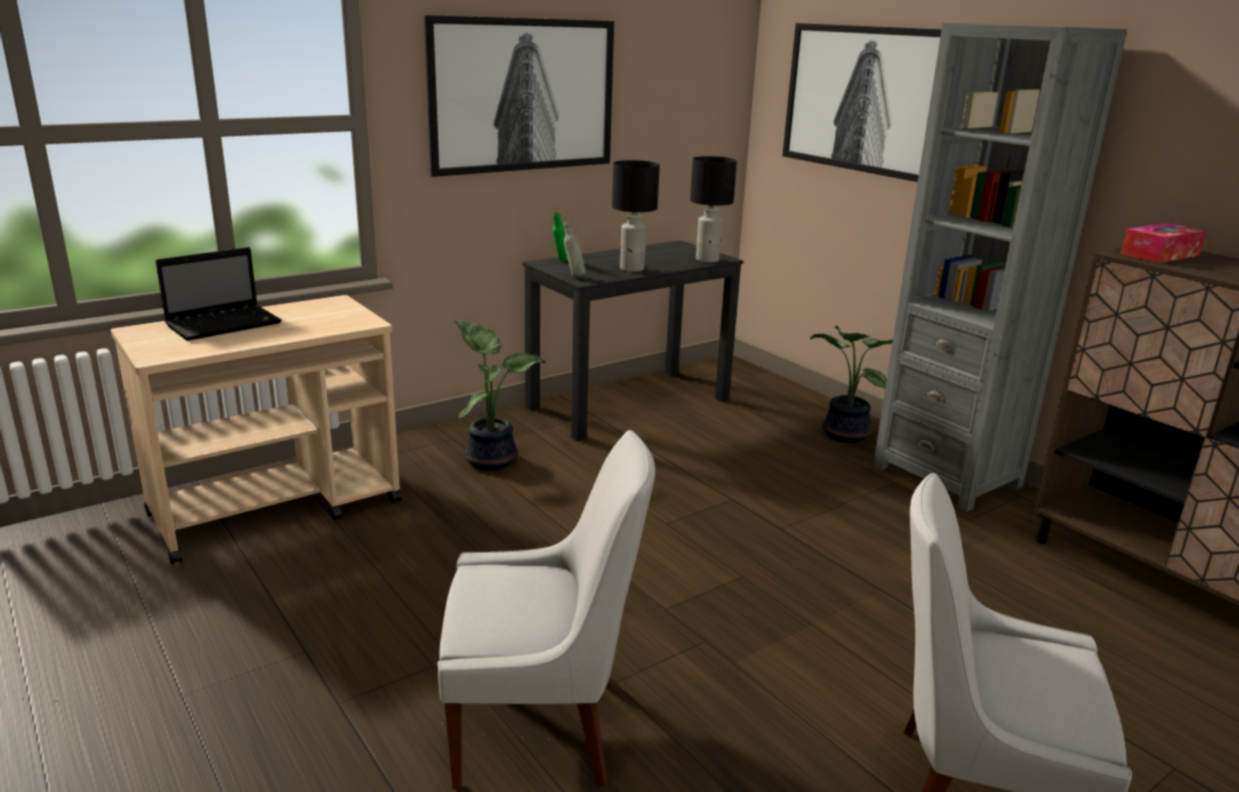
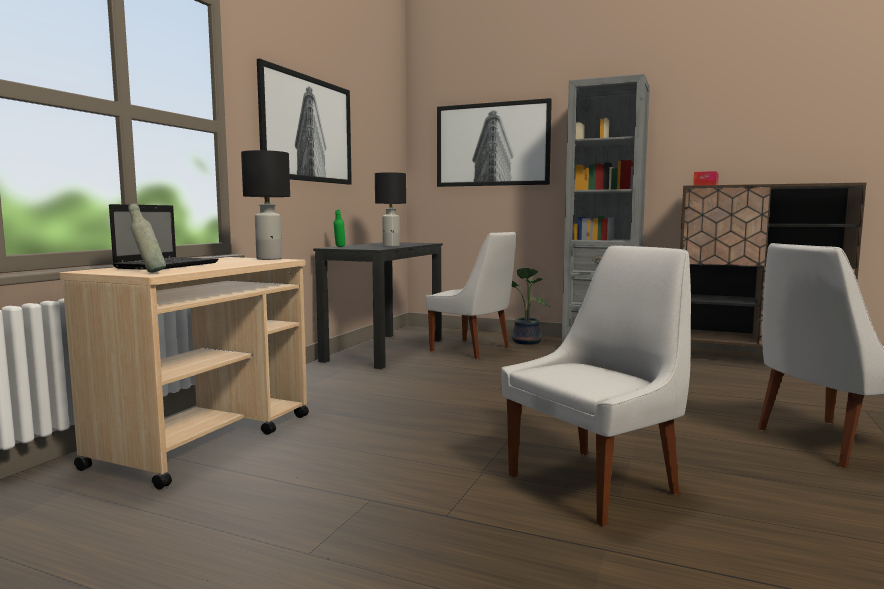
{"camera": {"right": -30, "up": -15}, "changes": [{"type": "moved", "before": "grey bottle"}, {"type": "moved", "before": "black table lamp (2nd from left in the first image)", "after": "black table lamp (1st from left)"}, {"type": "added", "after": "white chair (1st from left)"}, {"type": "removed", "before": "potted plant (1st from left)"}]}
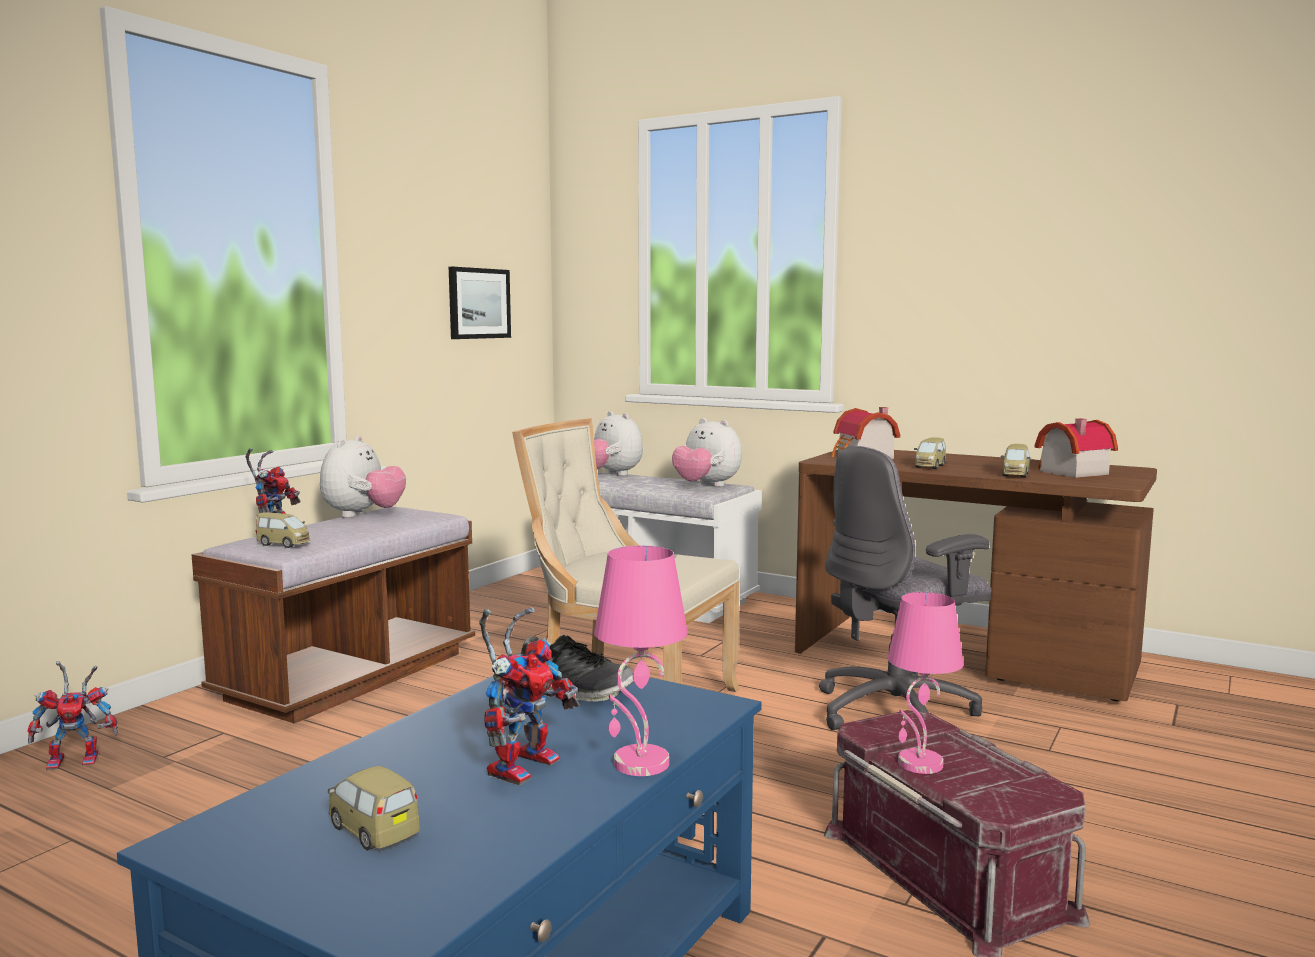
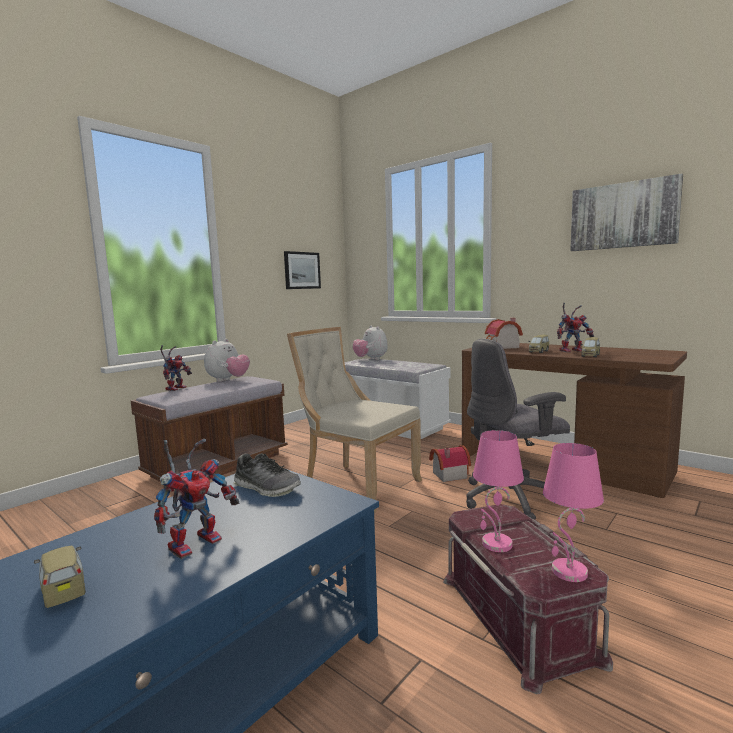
{"camera": {"right": 10, "up": 0}, "changes": [{"type": "moved", "before": "toy house (2nd from left in the first image)", "after": "toy house (1st from left)"}, {"type": "moved", "before": "pink table lamp (1st from left in the first image)", "after": "pink table lamp (2nd from left)"}, {"type": "moved", "before": "toy robot (1st from left in the first image)", "after": "toy robot (3rd from left)"}, {"type": "added", "after": "picture (2nd from left)"}, {"type": "removed", "before": "toy car (1st from left)"}, {"type": "removed", "before": "plush toy (3rd from left)"}]}
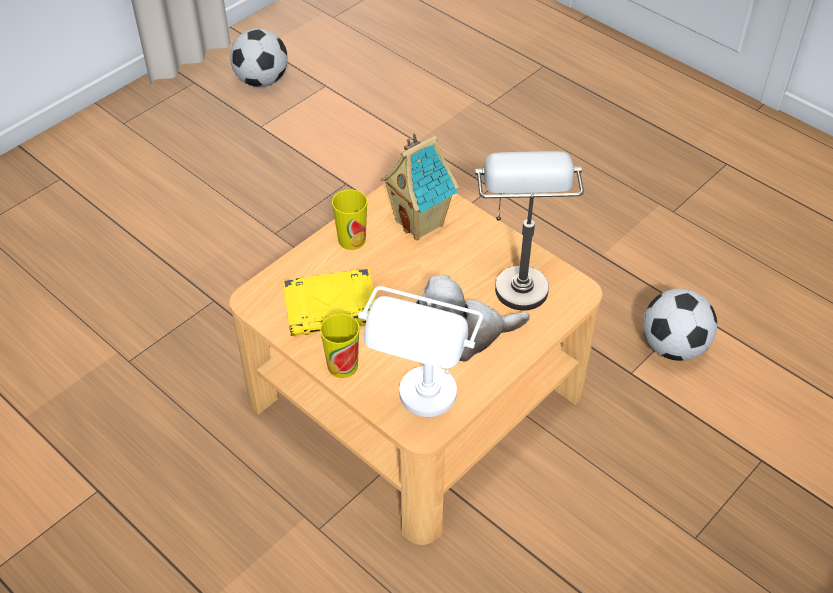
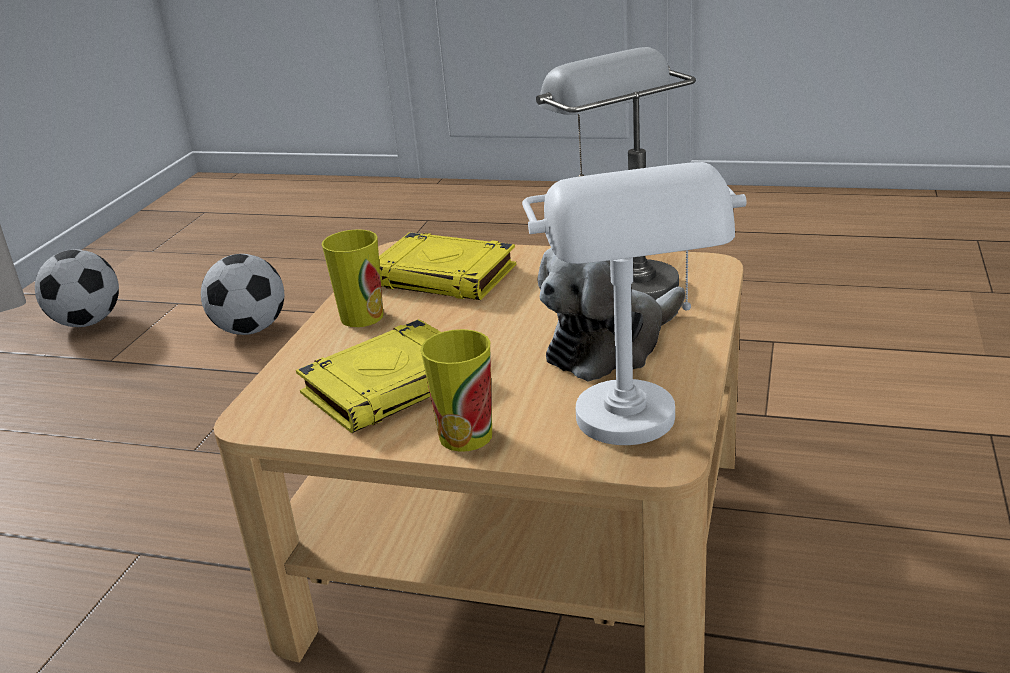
{"camera": {"right": -25, "up": -20}, "changes": [{"type": "moved", "before": "football (2nd from left)"}, {"type": "replaced", "before": "toy house", "after": "yellow book (2nd from left)"}]}
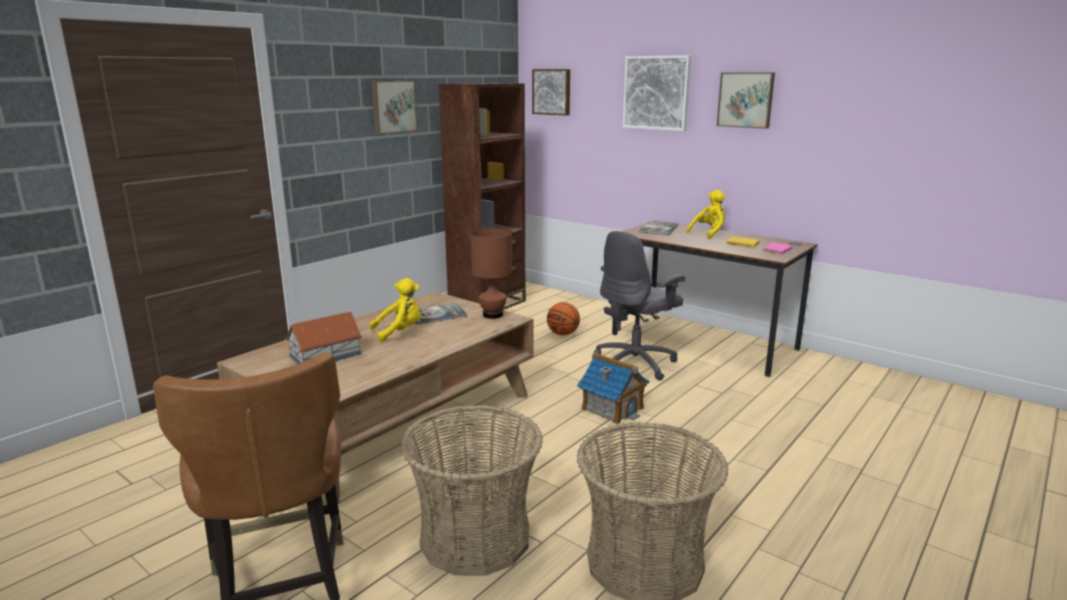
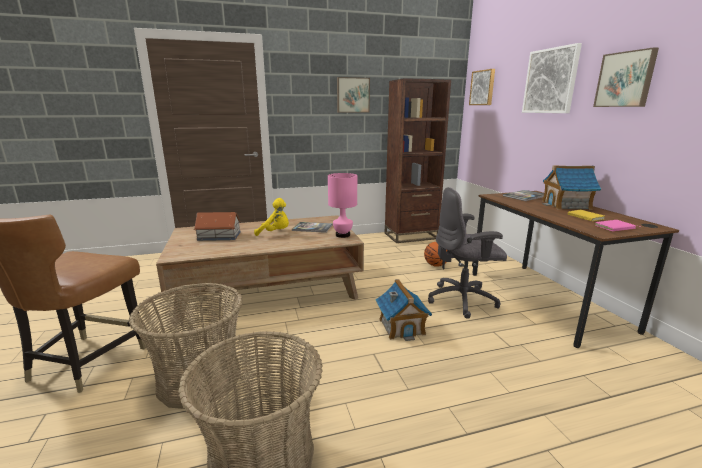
{"camera": {"right": 35, "up": 0}, "changes": [{"type": "recoloured", "before": "brown table lamp", "after": "pink table lamp"}, {"type": "replaced", "before": "yellow plush toy (2nd from left)", "after": "toy house (3rd from left)"}]}
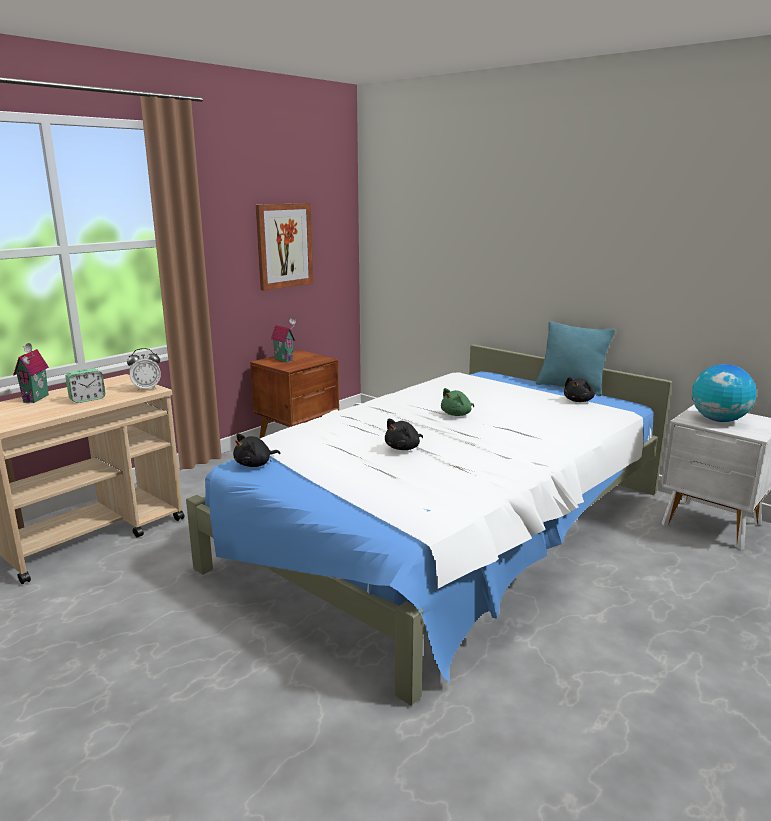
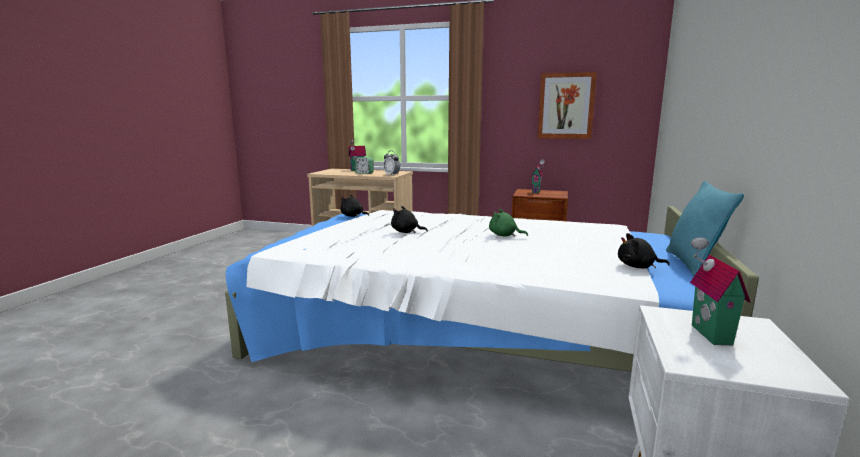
{"camera": {"right": 65, "up": -5}, "changes": [{"type": "replaced", "before": "globe", "after": "toy house (3rd from left)"}]}
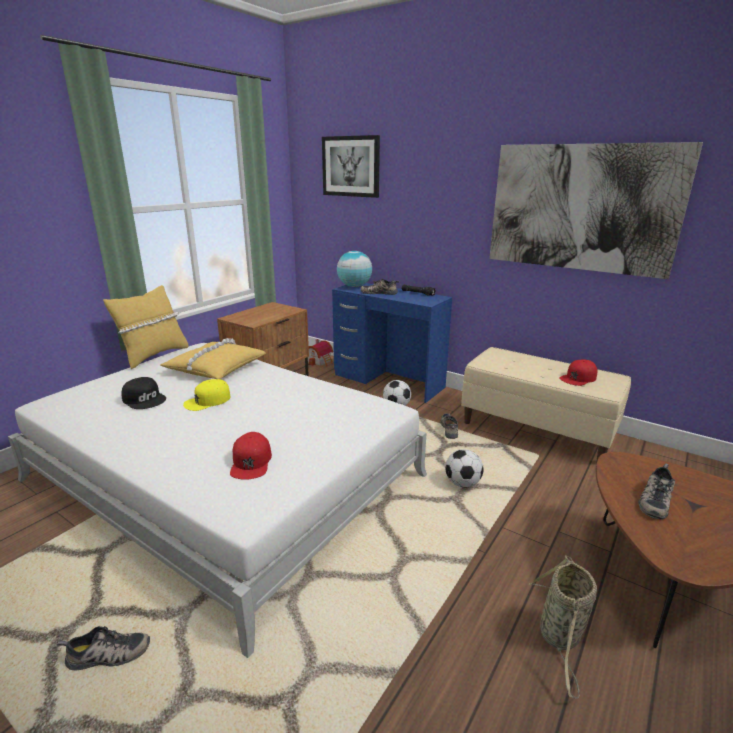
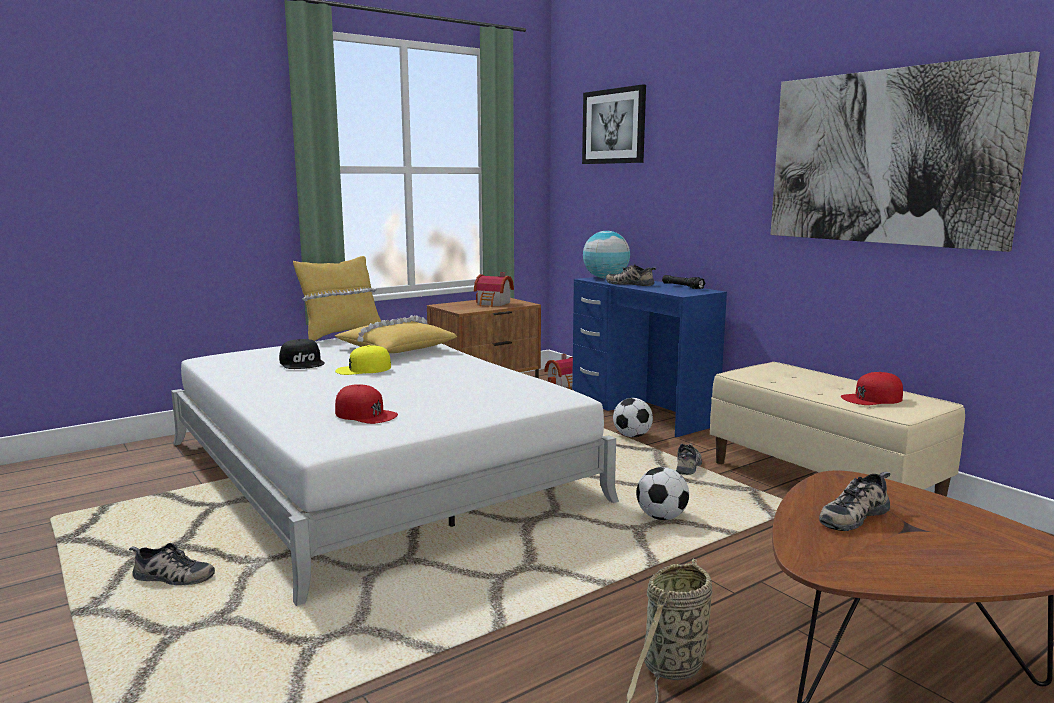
{"camera": {"right": 20, "up": -10}, "changes": [{"type": "turned", "before": "red cap (1st from left)", "turn": -75}, {"type": "added", "after": "toy house (1st from left)"}]}
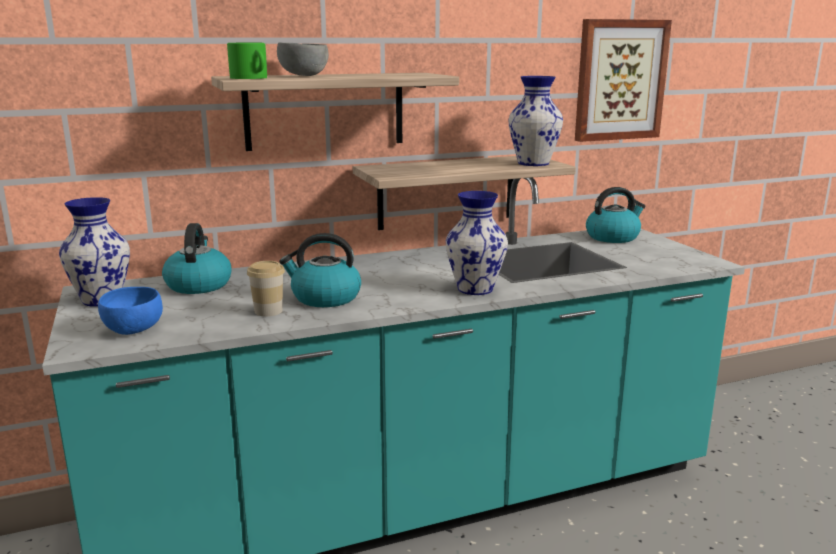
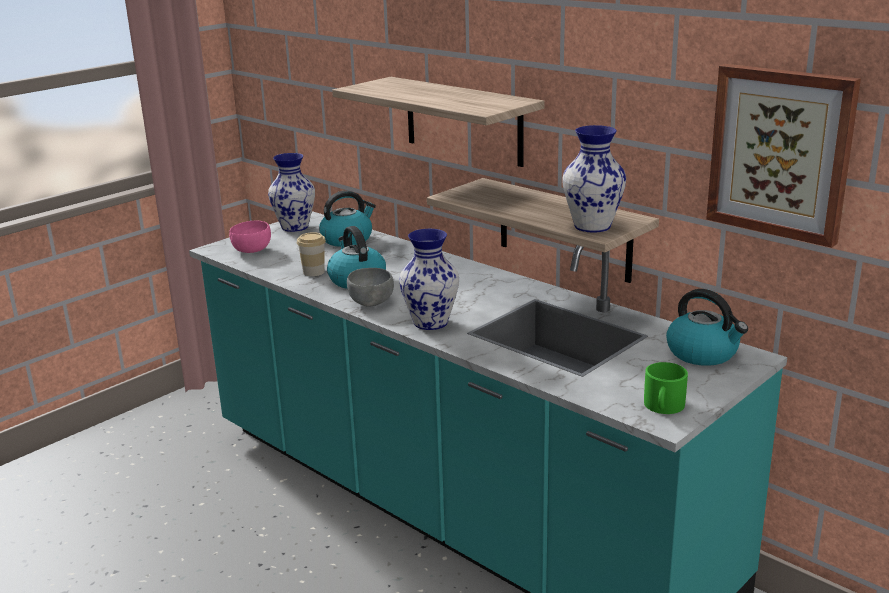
{"camera": {"right": 65, "up": 5}, "changes": [{"type": "recoloured", "before": "blue bowl", "after": "pink bowl"}, {"type": "moved", "before": "grey bowl"}, {"type": "moved", "before": "green mug"}]}
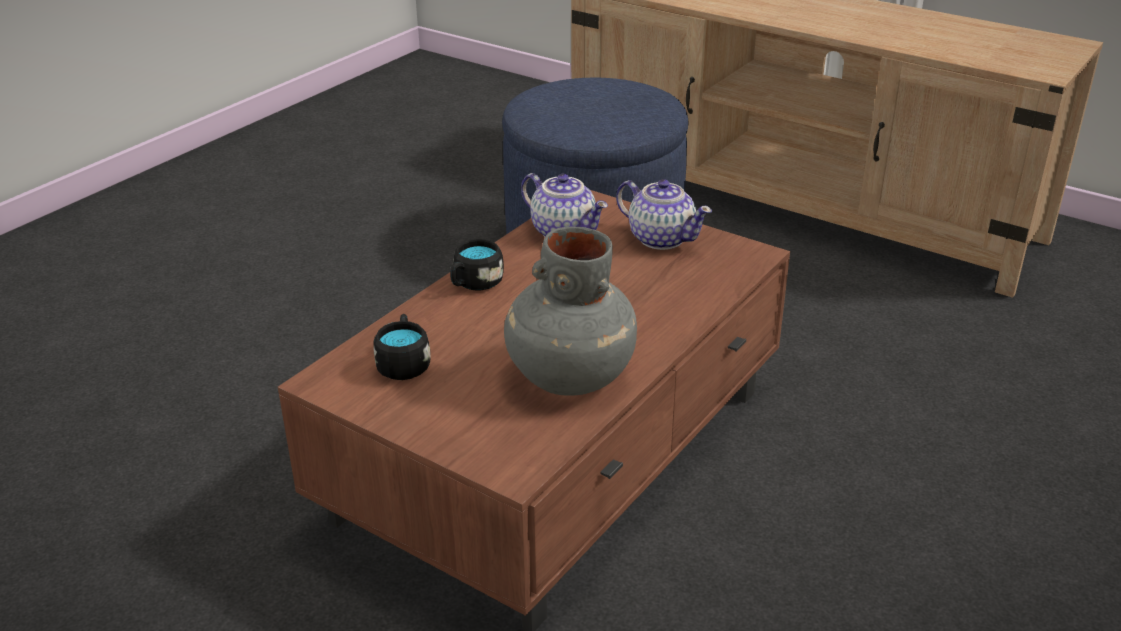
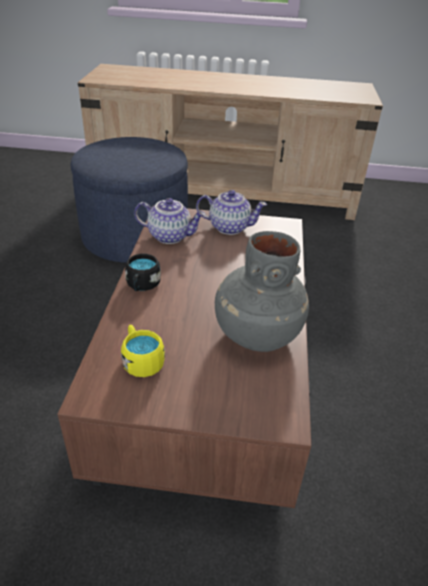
{"camera": {"right": -30, "up": 5}, "changes": [{"type": "recoloured", "before": "black mug (1st from left)", "after": "yellow mug"}]}
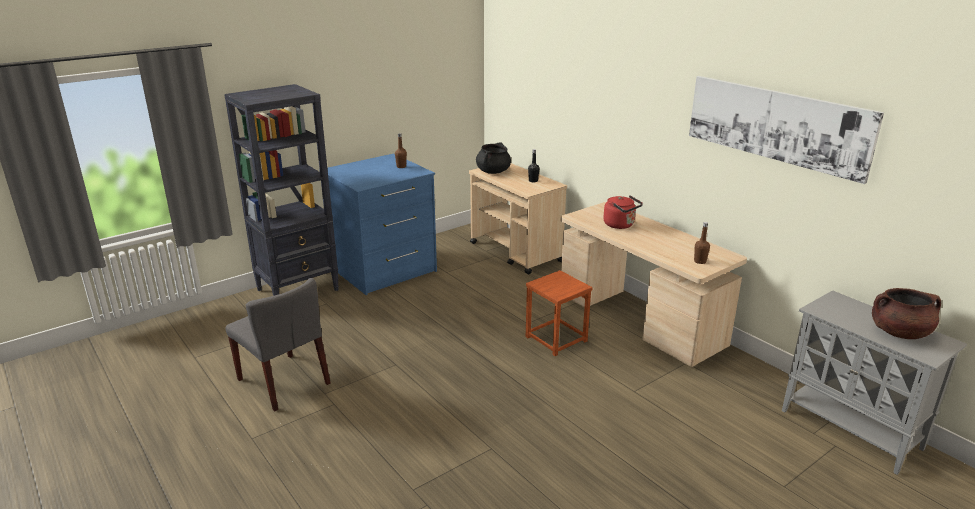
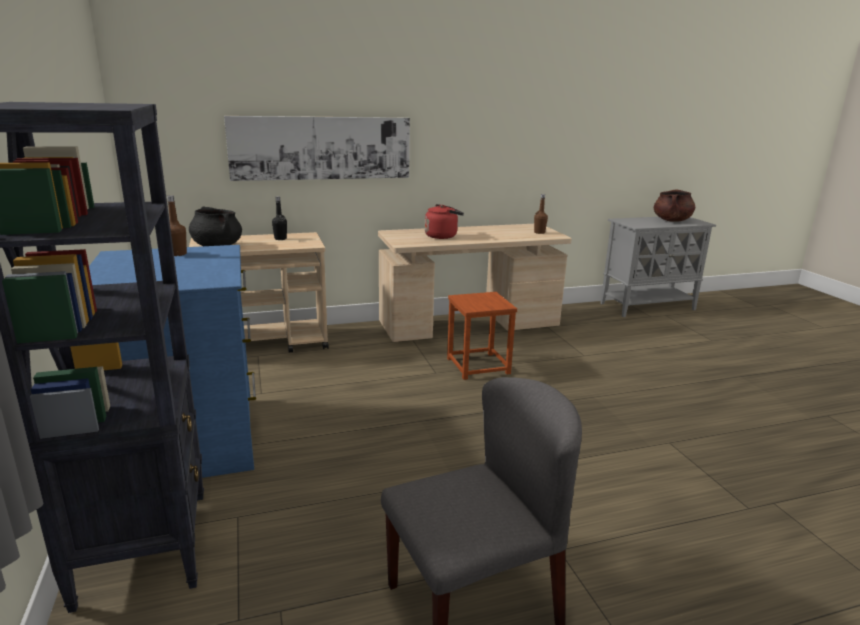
{"camera": {"right": -70, "up": -5}, "changes": [{"type": "moved", "before": "picture"}]}
